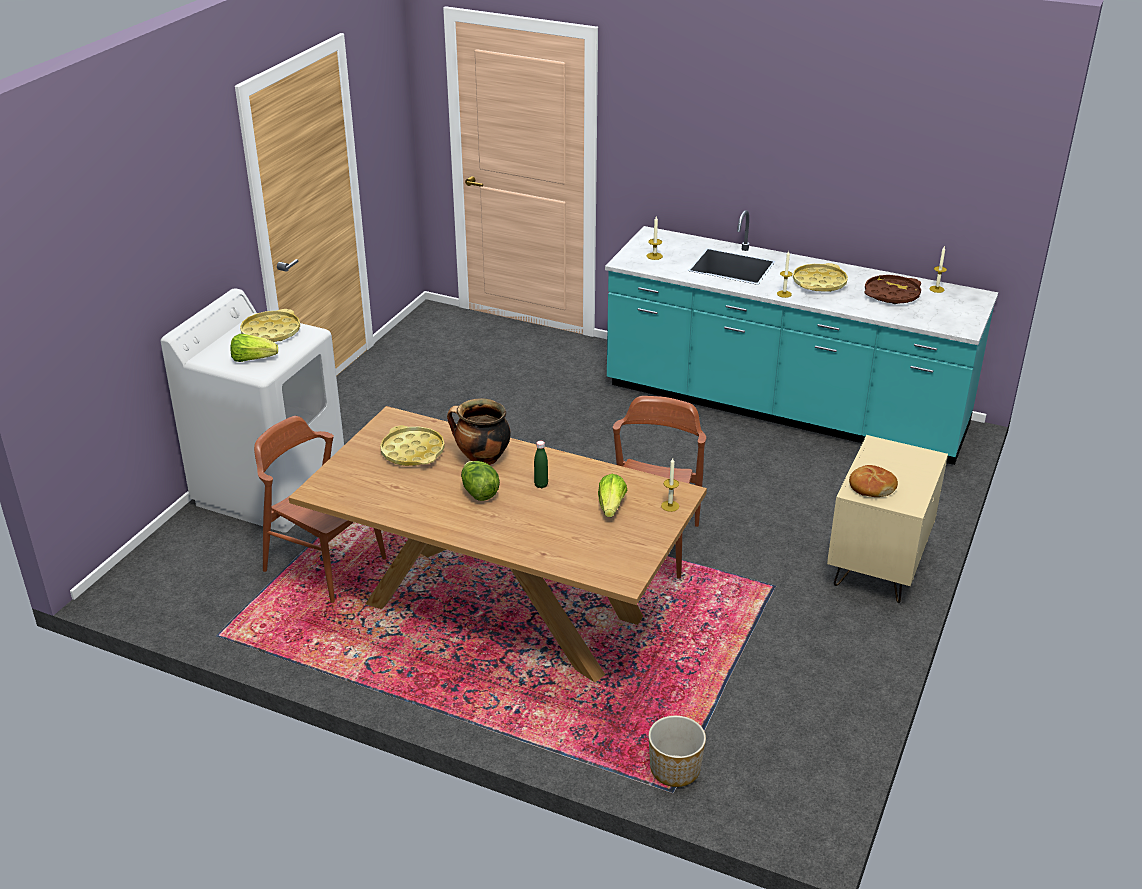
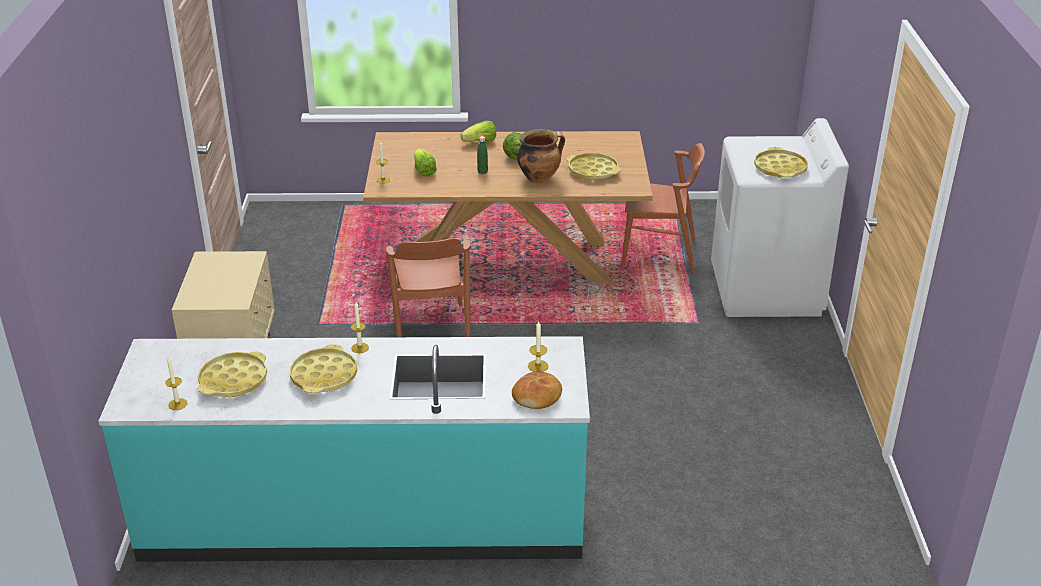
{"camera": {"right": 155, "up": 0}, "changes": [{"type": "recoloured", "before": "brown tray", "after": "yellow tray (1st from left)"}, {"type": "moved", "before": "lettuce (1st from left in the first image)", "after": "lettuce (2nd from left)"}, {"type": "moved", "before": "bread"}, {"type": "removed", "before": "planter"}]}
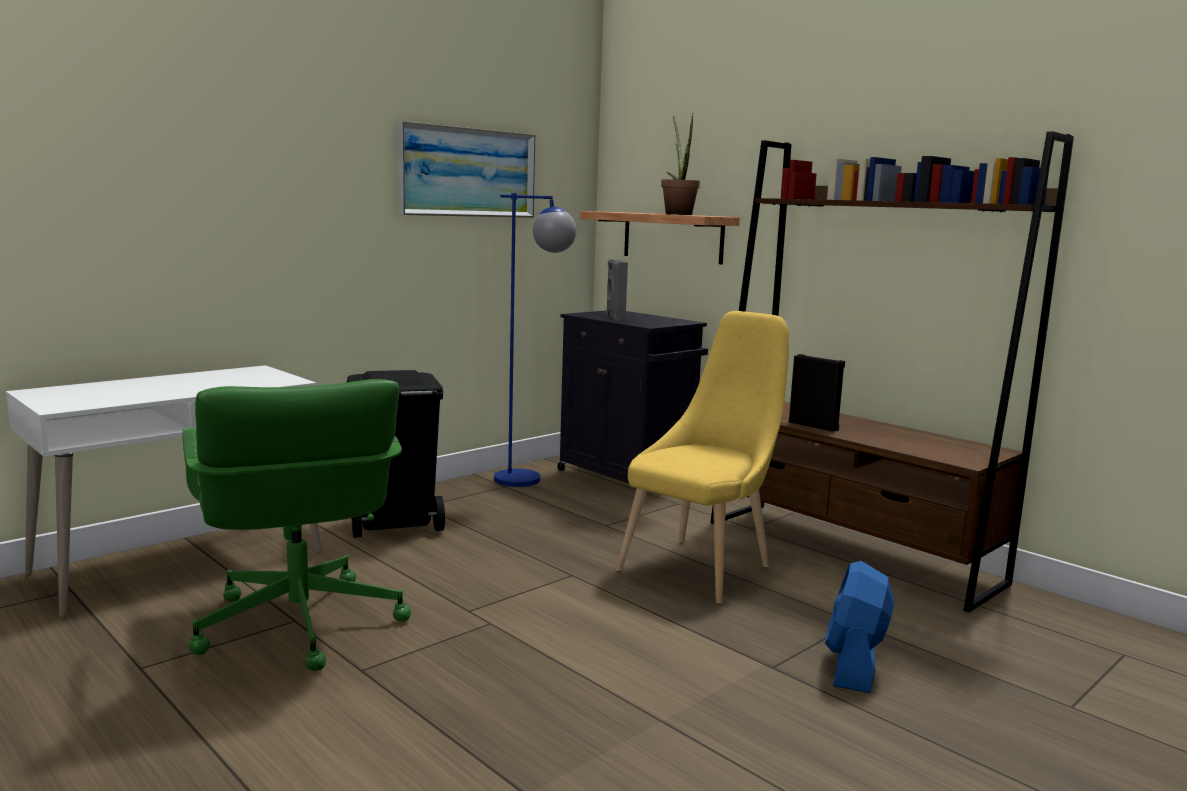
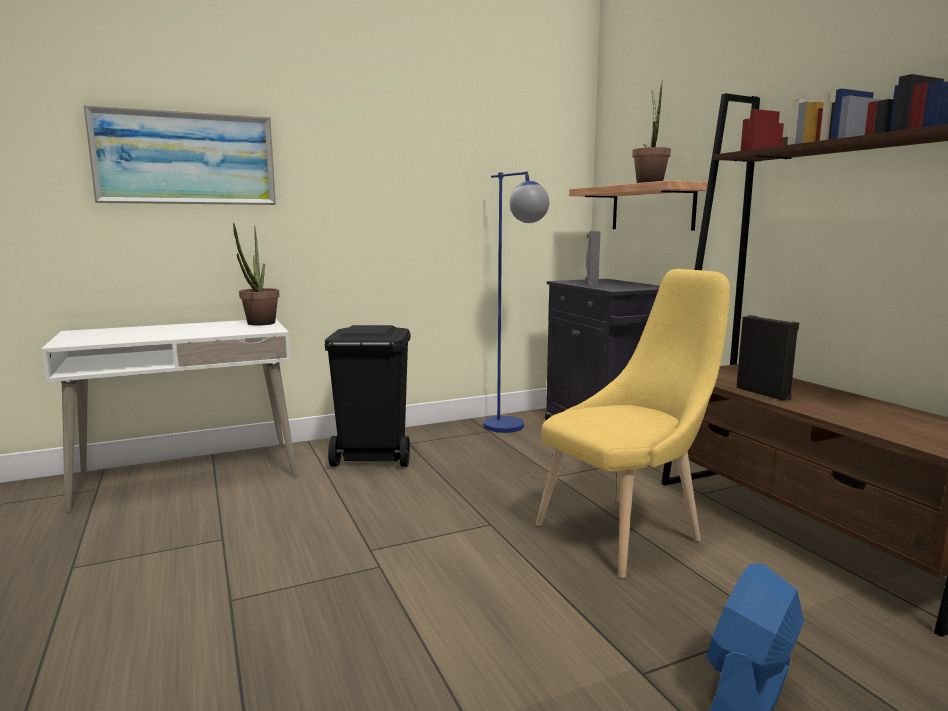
{"camera": {"right": 20, "up": 0}, "changes": [{"type": "moved", "before": "picture"}, {"type": "added", "after": "potted plant (1st from left)"}, {"type": "removed", "before": "green office chair"}]}
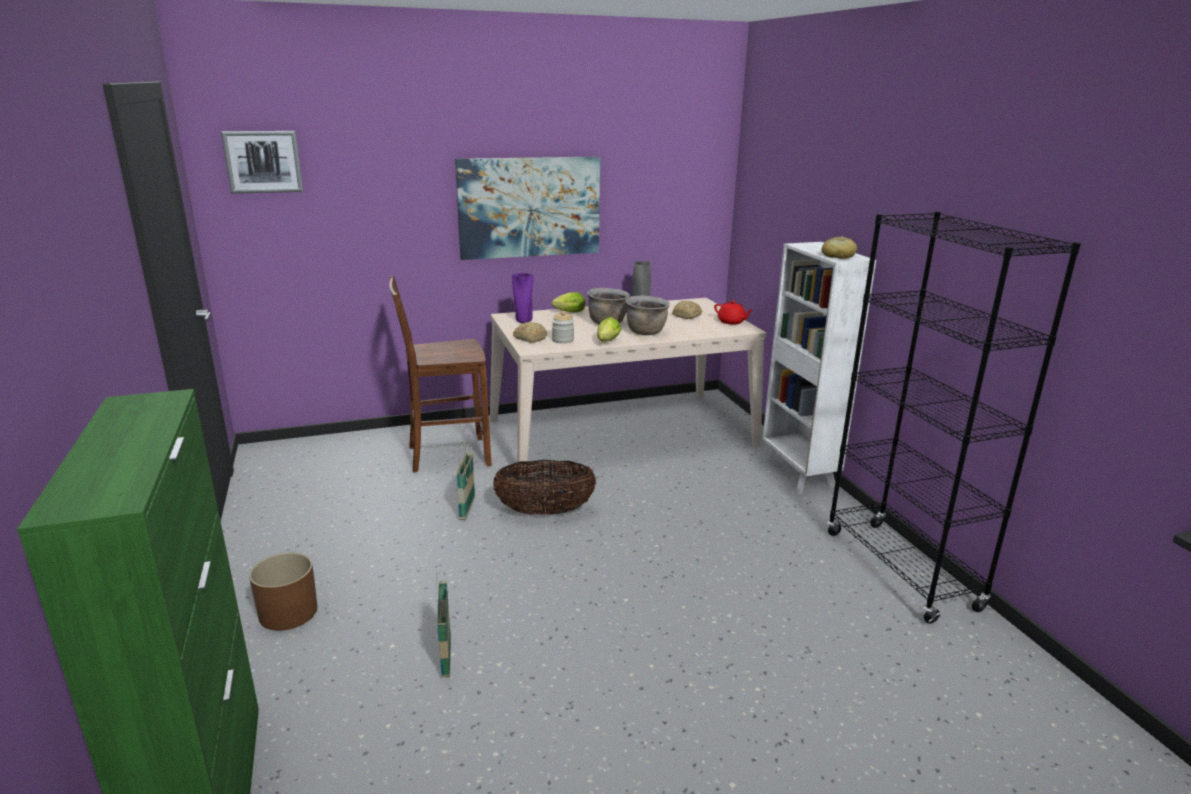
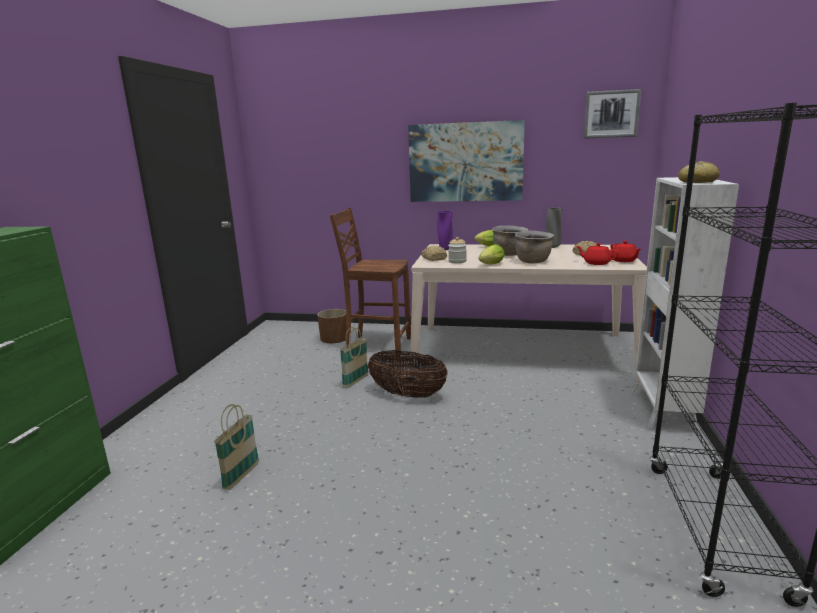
{"camera": {"right": 30, "up": -5}, "changes": [{"type": "moved", "before": "brown planter"}, {"type": "added", "after": "red teapot (1st from left)"}, {"type": "moved", "before": "picture (1st from left in the first image)", "after": "picture (2nd from left)"}]}
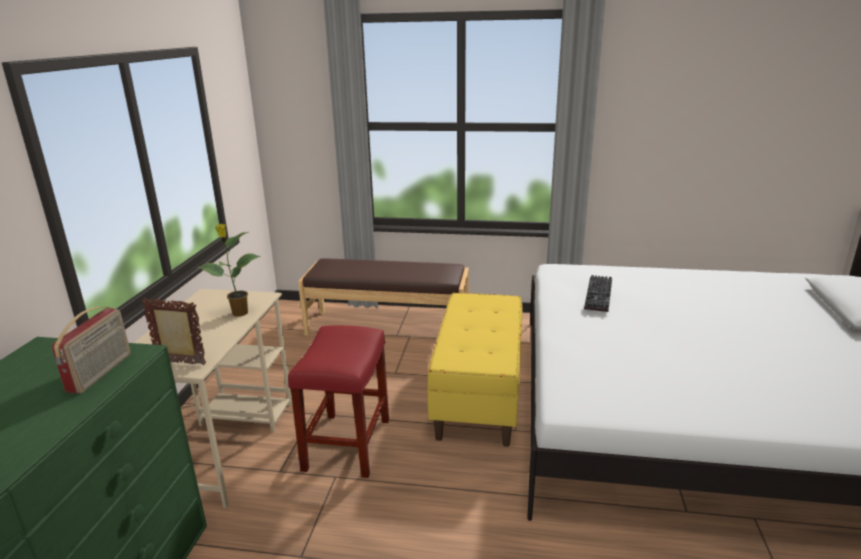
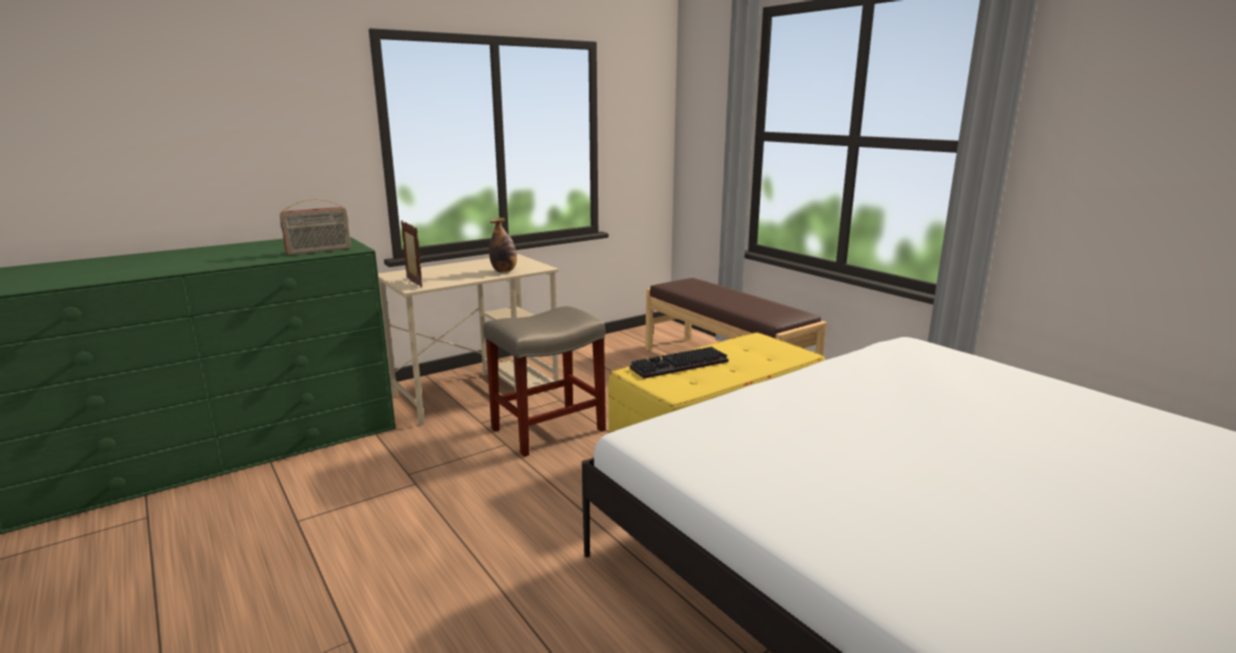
{"camera": {"right": 45, "up": -5}, "changes": [{"type": "recoloured", "before": "red stool", "after": "beige stool"}, {"type": "replaced", "before": "potted plant", "after": "bottle"}, {"type": "moved", "before": "keyboard"}]}
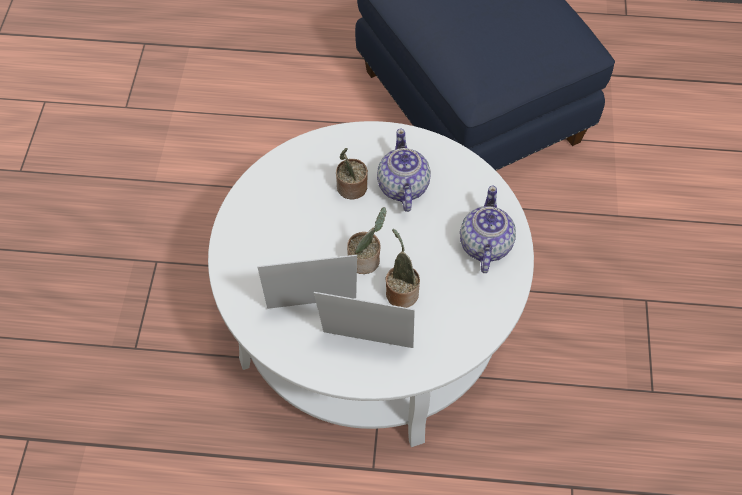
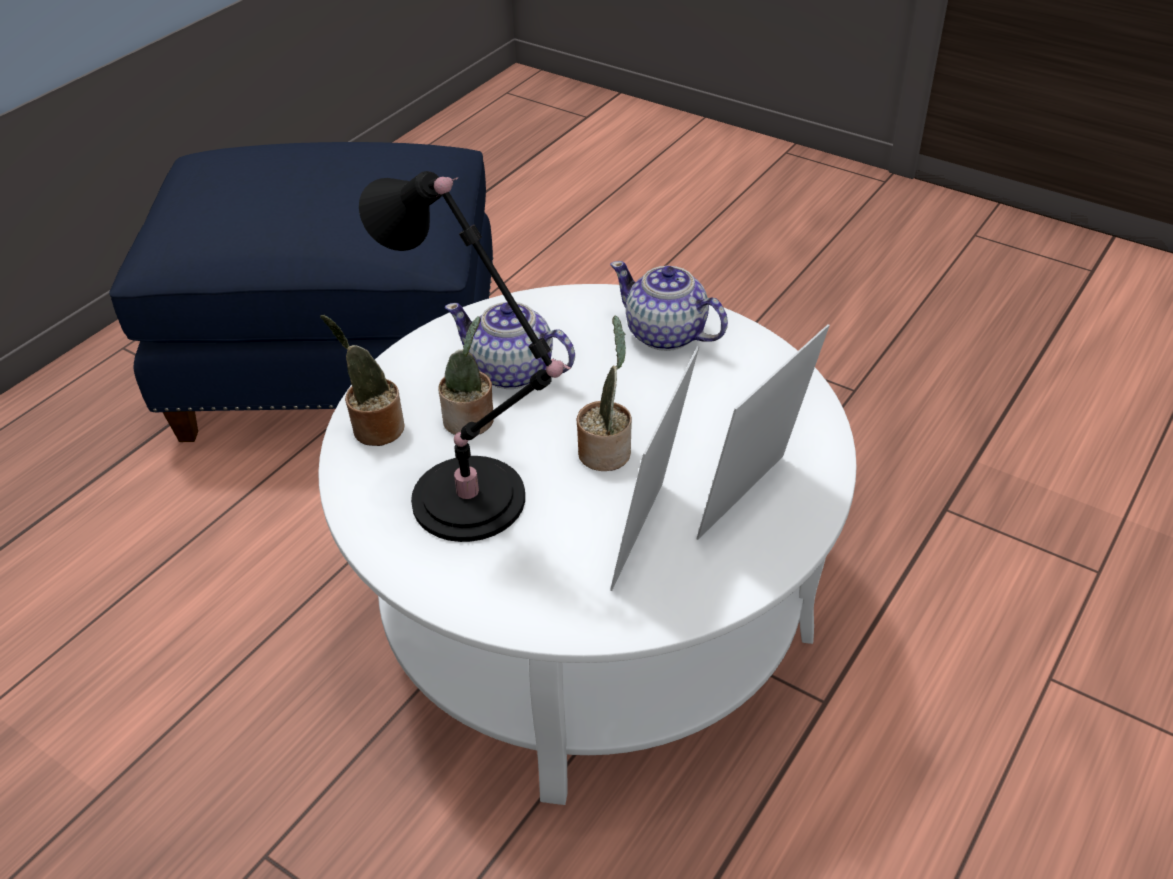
{"camera": {"right": -60, "up": -15}, "changes": [{"type": "moved", "before": "potted plant (3rd from left in the first image)", "after": "potted plant (1st from left)"}, {"type": "added", "after": "black table lamp"}]}
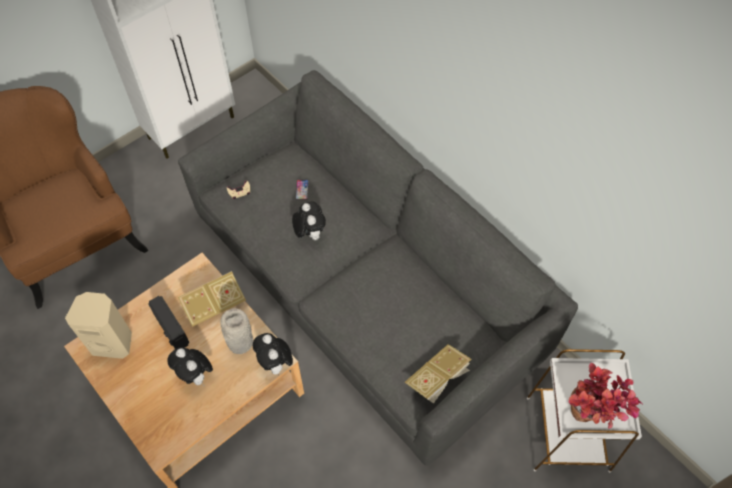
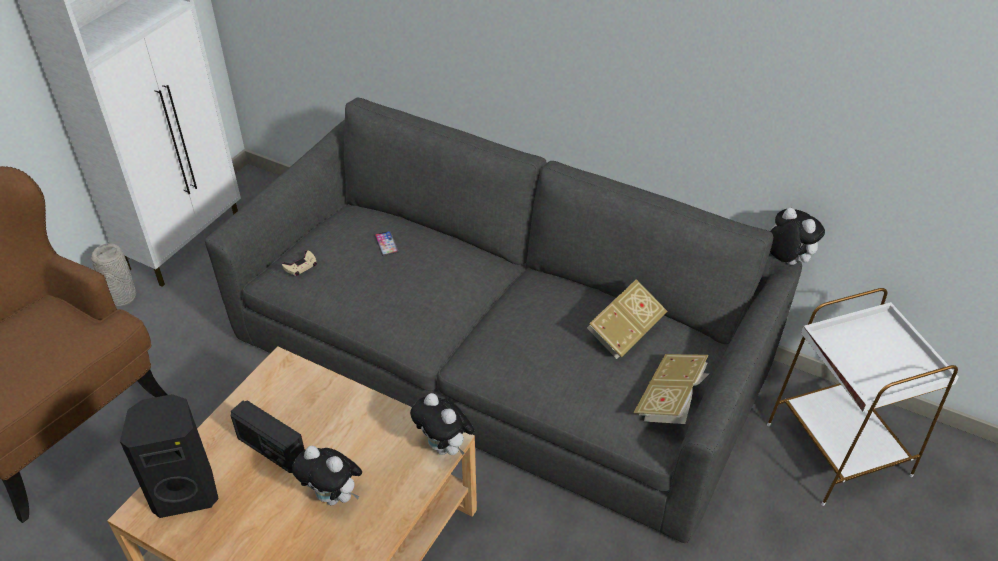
{"camera": {"right": -20, "up": -15}, "changes": [{"type": "moved", "before": "grey vase"}, {"type": "recoloured", "before": "beige speaker", "after": "black speaker"}, {"type": "moved", "before": "book (1st from left)"}, {"type": "moved", "before": "plush toy (3rd from left)"}, {"type": "removed", "before": "potted plant"}]}
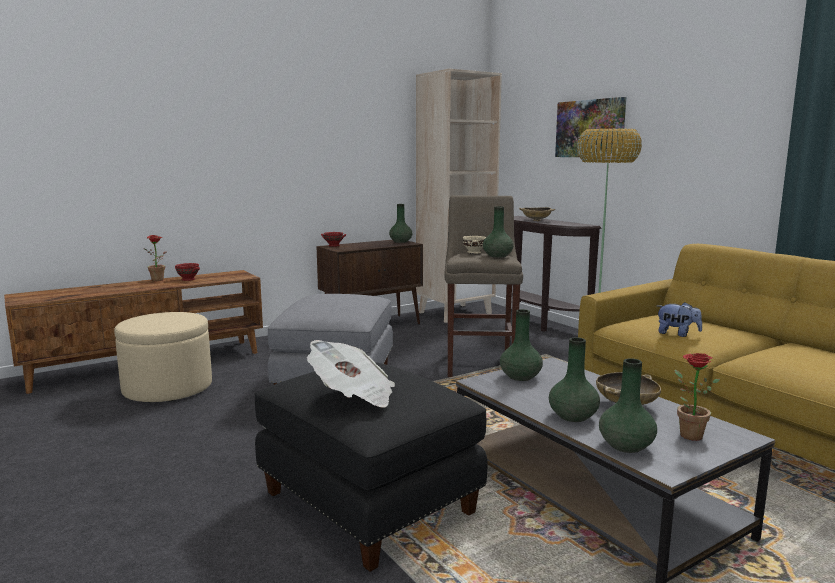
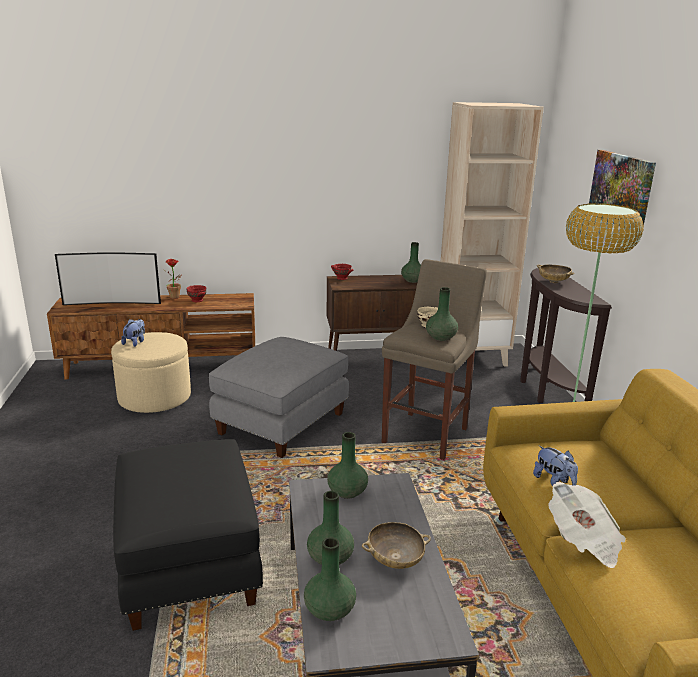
{"camera": {"right": 25, "up": 10}, "changes": [{"type": "added", "after": "television"}, {"type": "added", "after": "plush toy (1st from left)"}, {"type": "moved", "before": "newspaper"}, {"type": "removed", "before": "potted plant (2nd from left)"}]}
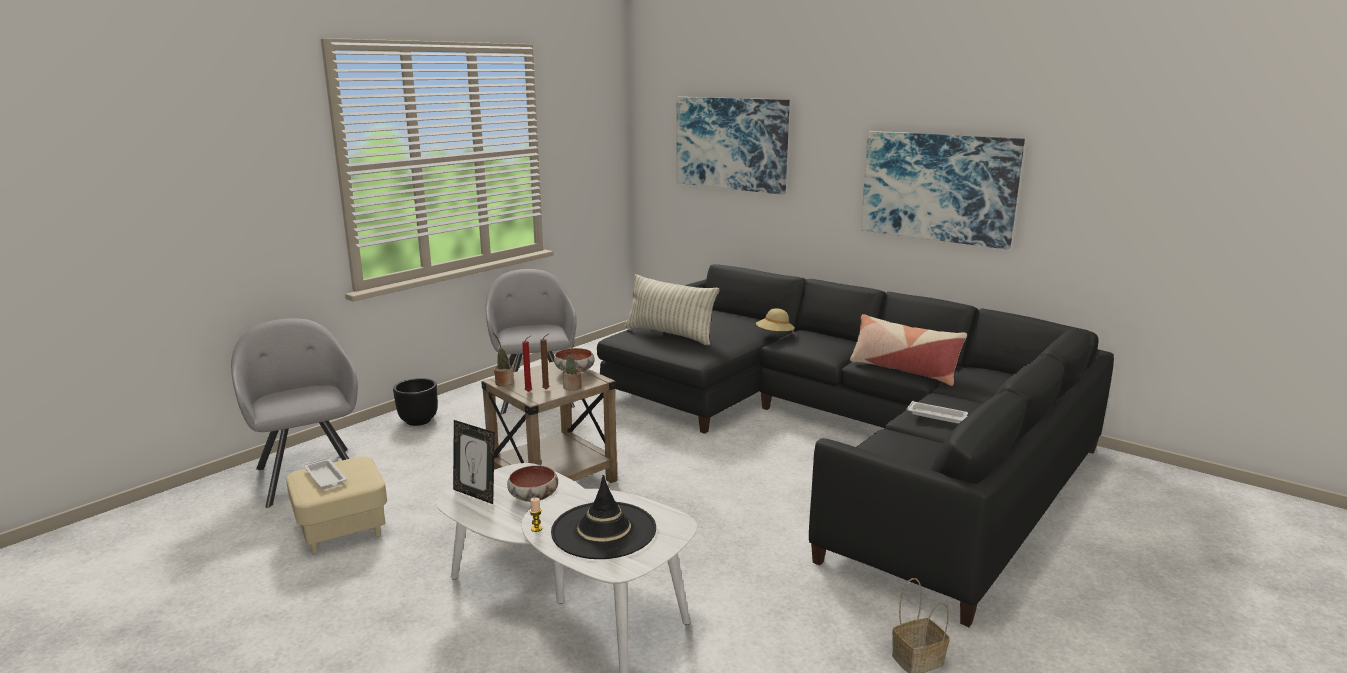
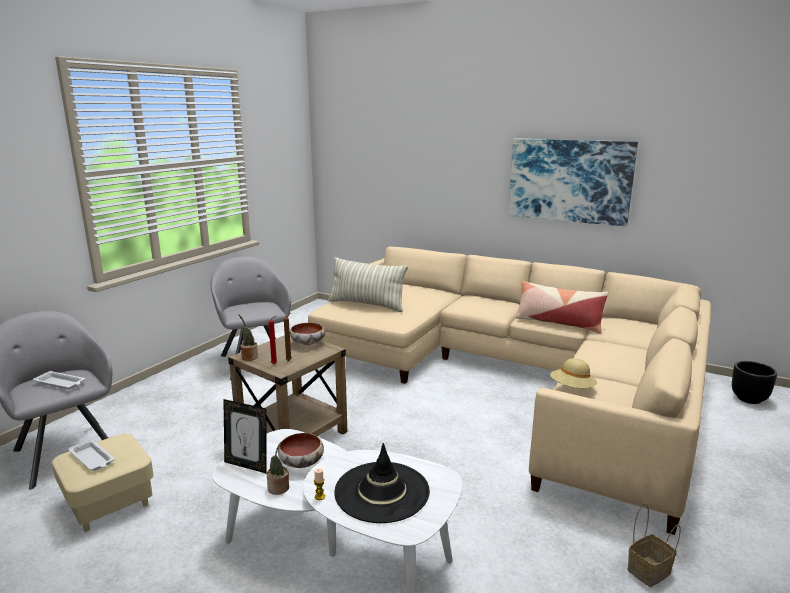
{"camera": {"right": -10, "up": 0}, "changes": [{"type": "moved", "before": "white tray (2nd from left in the first image)", "after": "white tray (1st from left)"}, {"type": "moved", "before": "potted plant (2nd from left)"}, {"type": "recoloured", "before": "black sofa", "after": "beige sofa"}, {"type": "moved", "before": "beige hat"}, {"type": "moved", "before": "black planter"}, {"type": "removed", "before": "picture (1st from left)"}]}
